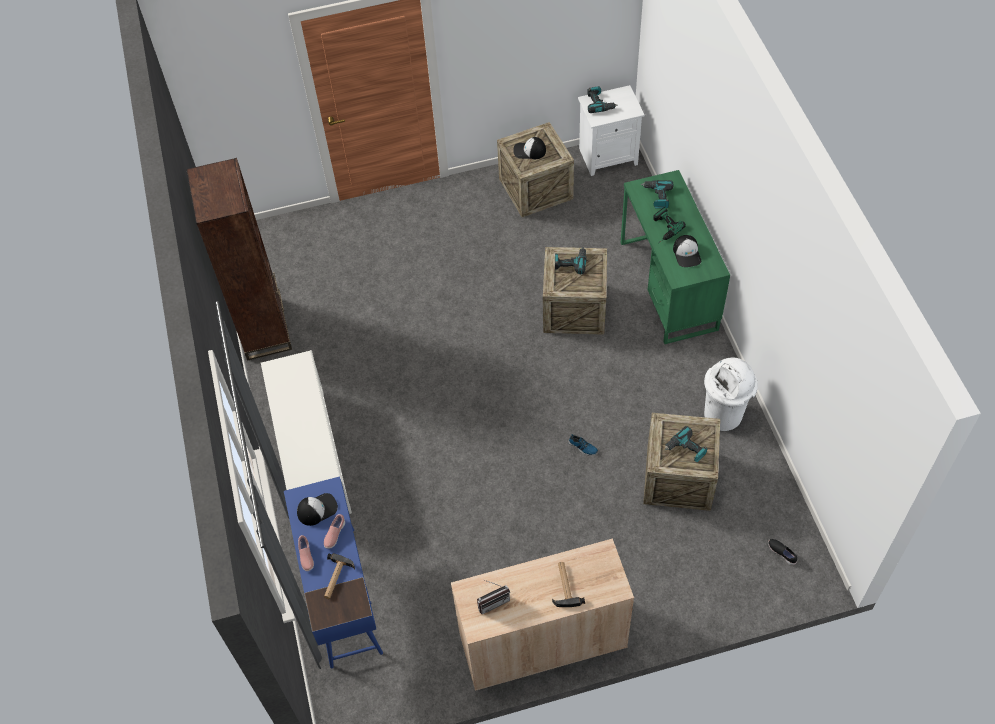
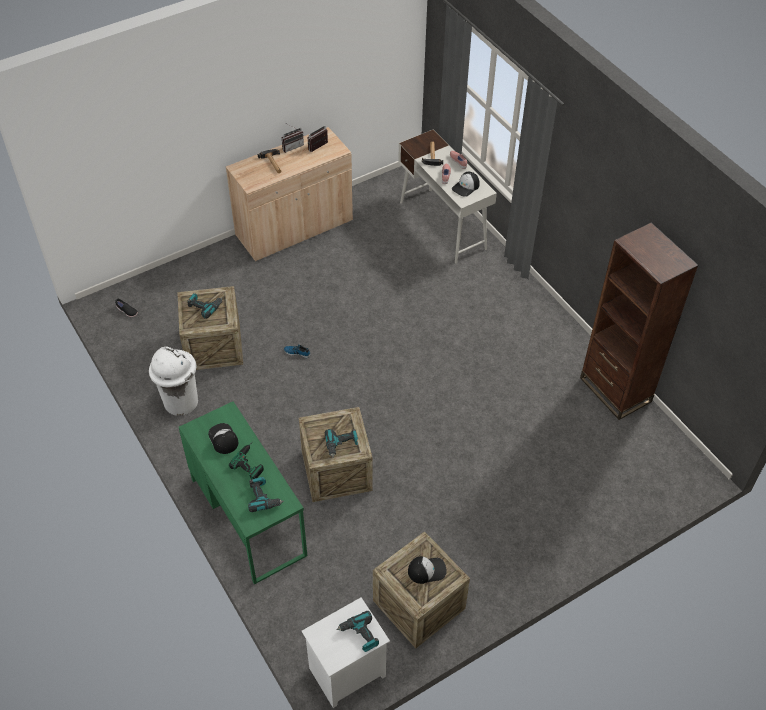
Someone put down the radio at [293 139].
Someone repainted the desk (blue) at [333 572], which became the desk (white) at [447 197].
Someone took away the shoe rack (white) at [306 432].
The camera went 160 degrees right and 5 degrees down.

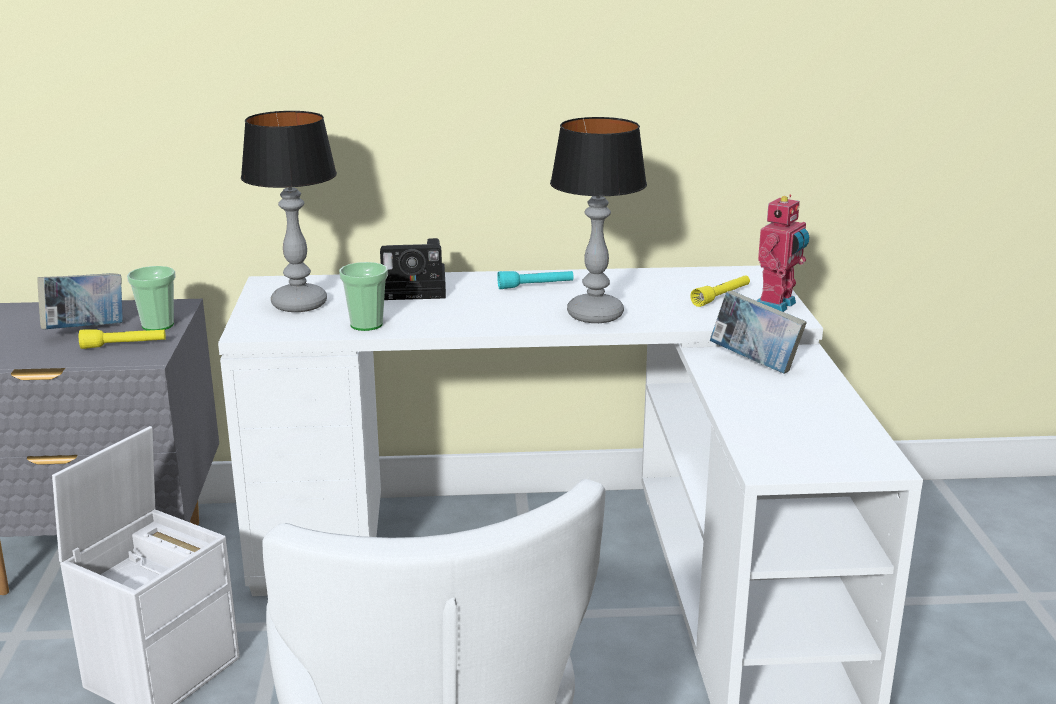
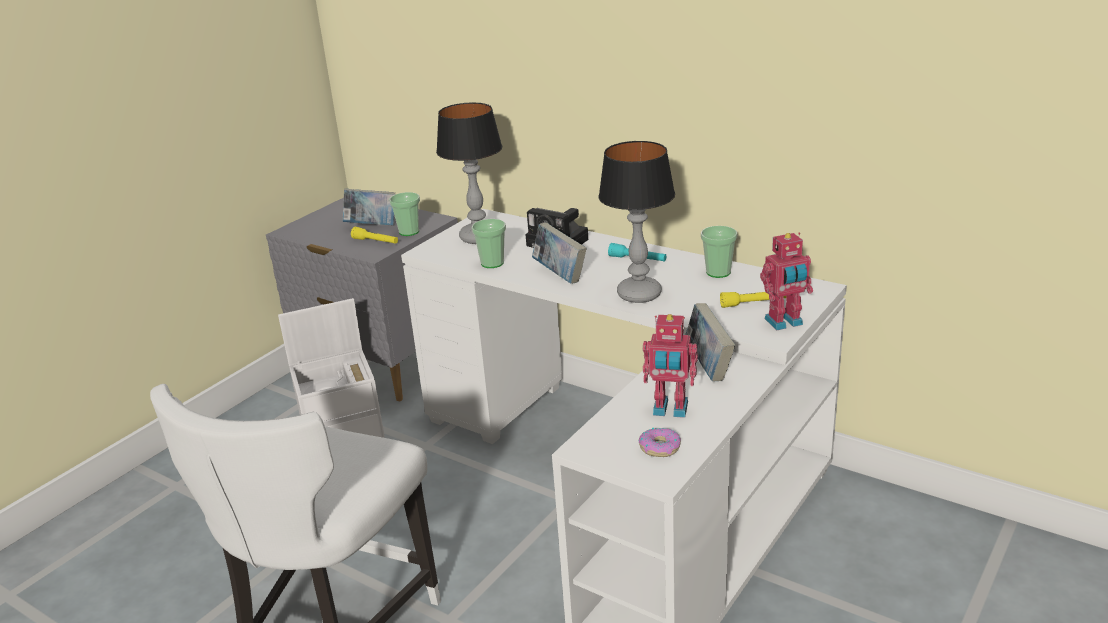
Someone put down the book at [559 253].
Someone put down the donut at [660 442].
Someone put down the toy robot at [670 366].
Someone put down the cup at [719 252].
The camera went 40 degrees right and 5 degrees up.

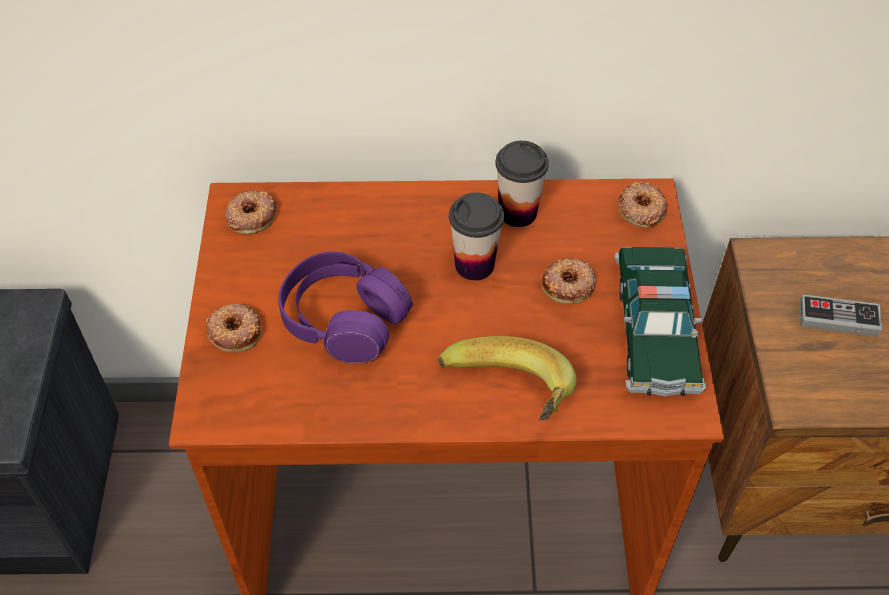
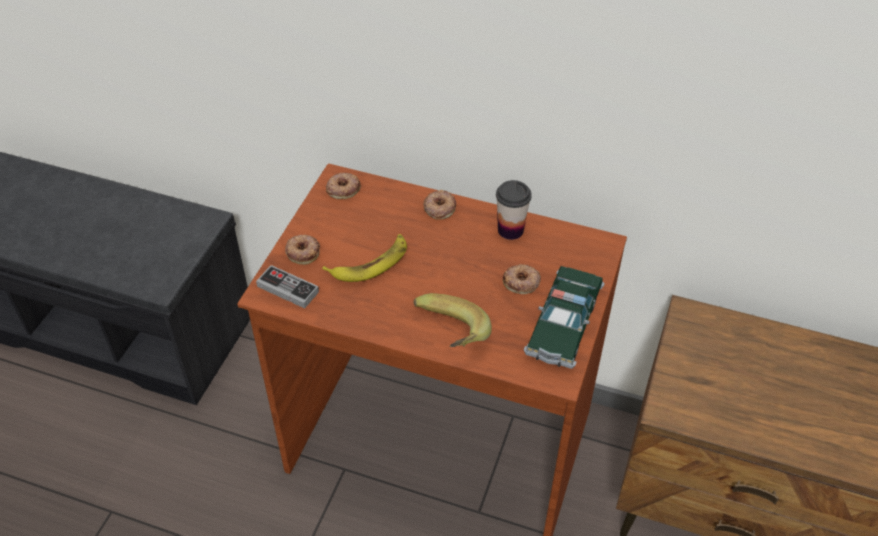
Someone carried the game controller from [841 315] to [287 287].
Someone swapped the headphones (purple) at [345 307] for the banana at [364 258].
Someone carried the donut from [642 205] to [439 205].
Someone took away the cup at [476 236].
The camera went 20 degrees right and 5 degrees down.

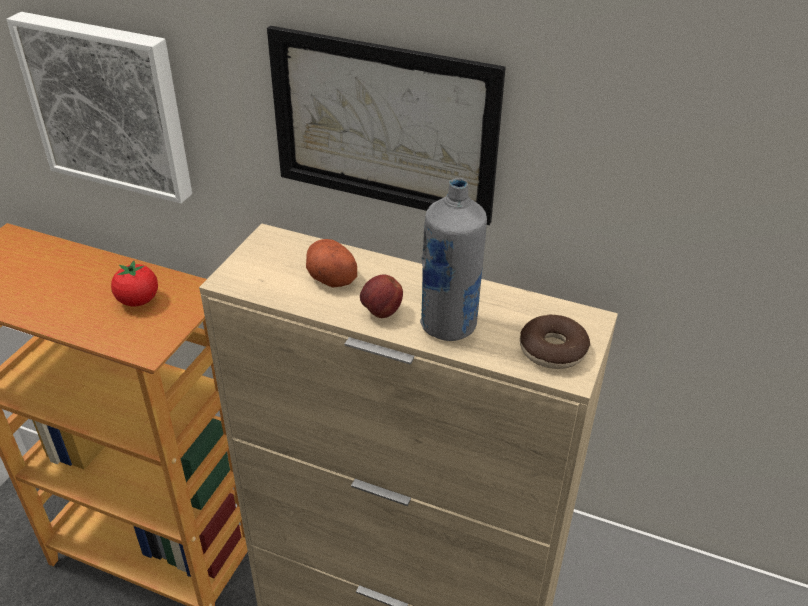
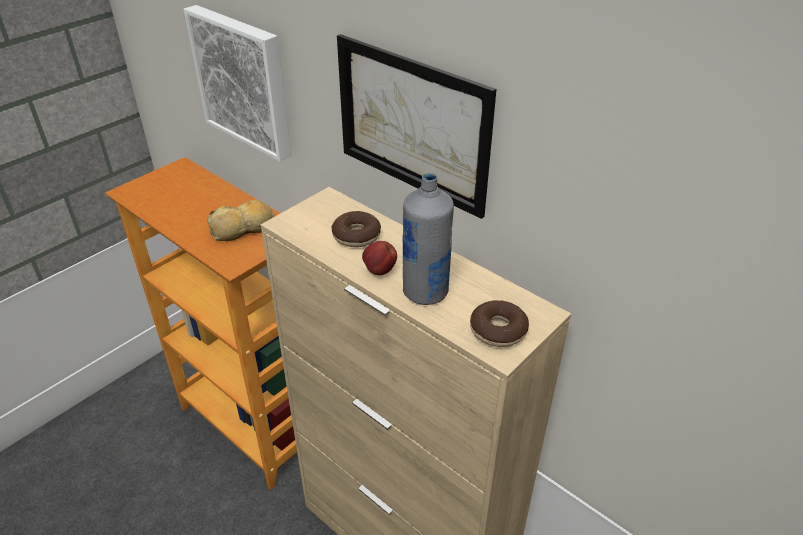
Someone swapped the tomato at [134 283] for the bread at [240 220].
Someone swapped the potato at [331 263] for the donut at [356 229].
The camera went 20 degrees right and 0 degrees up.

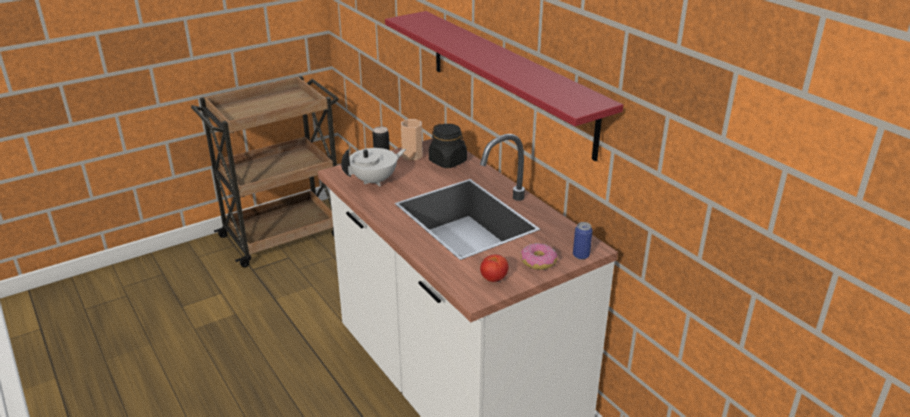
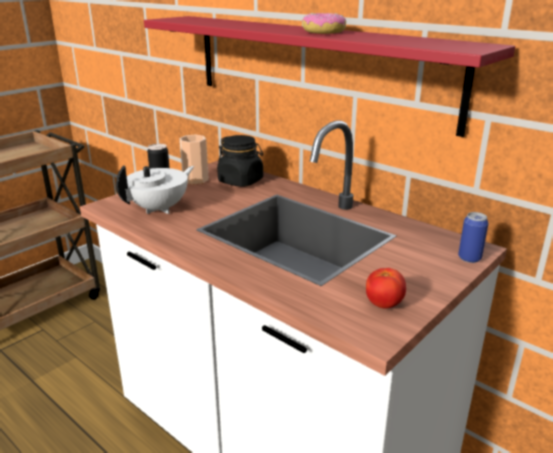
Someone carried the donut from [539 256] to [324 23].
The camera went 15 degrees left and 5 degrees down.

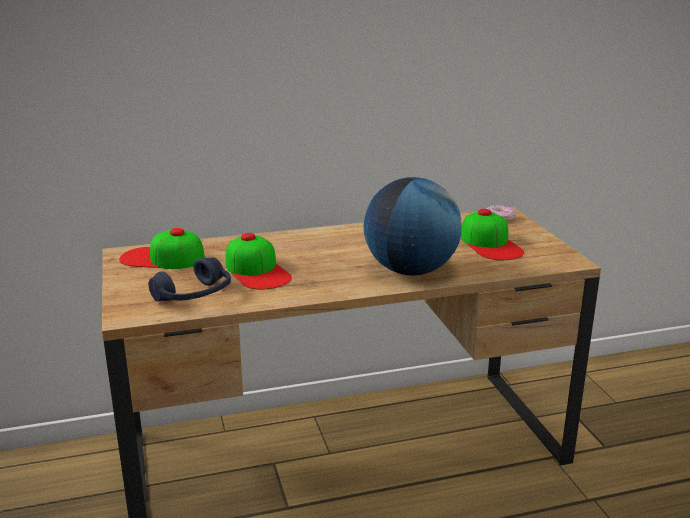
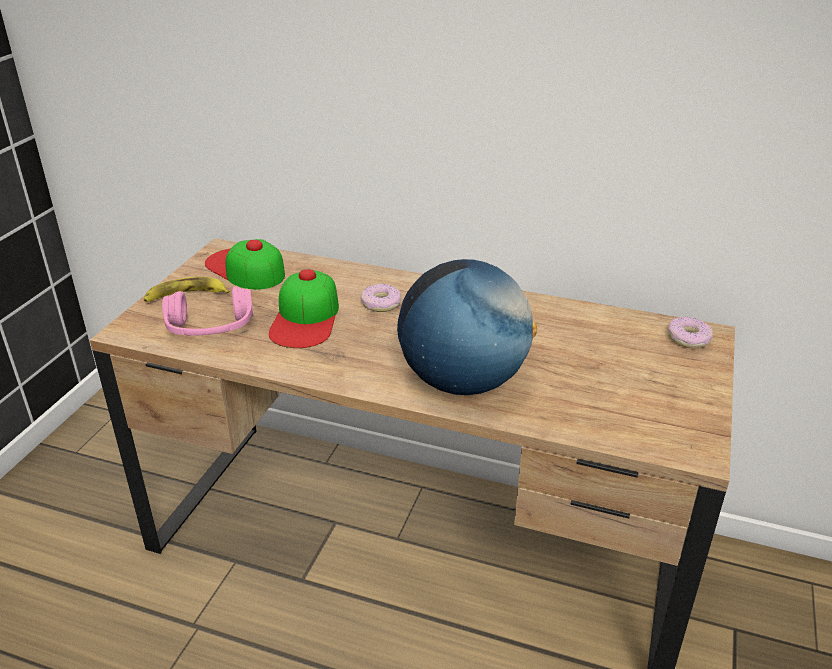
Someone put down the banana at [187 289].
Someone repainted the headphones (blue) at [189 279], which became the headphones (pink) at [208 311].
Someone put down the donut at [381 298].
Someone took away the cap at [492 234].
The camera went 35 degrees right and 10 degrees up.

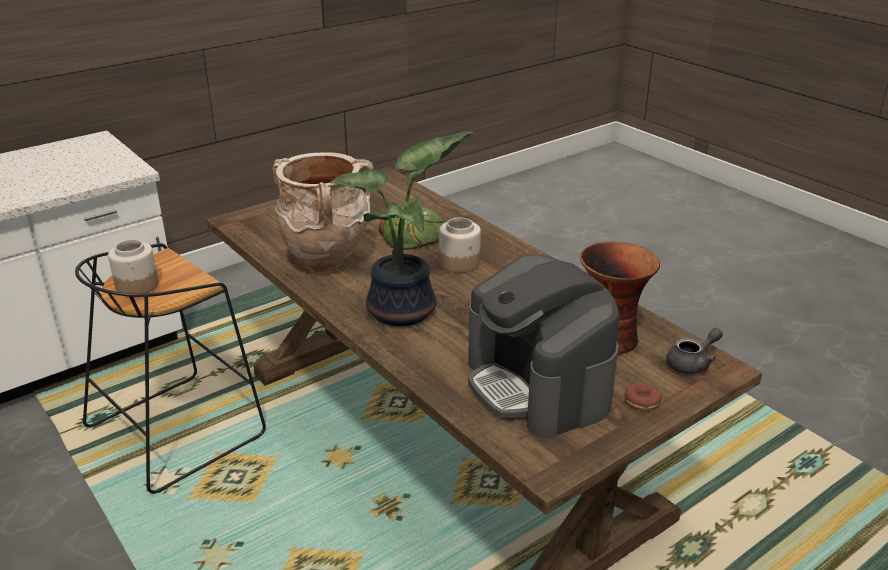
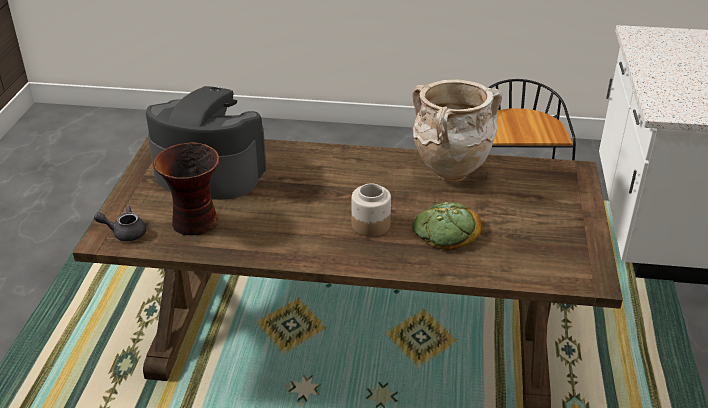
Someone rotated the teapot (grey) at [694 351] by 75 degrees clockwise.
Someone took away the jar at [133 266].
Someone took away the potted plant at [401 228].
Someone took away the donut at [643 396].
The camera went 135 degrees right and 5 degrees up.

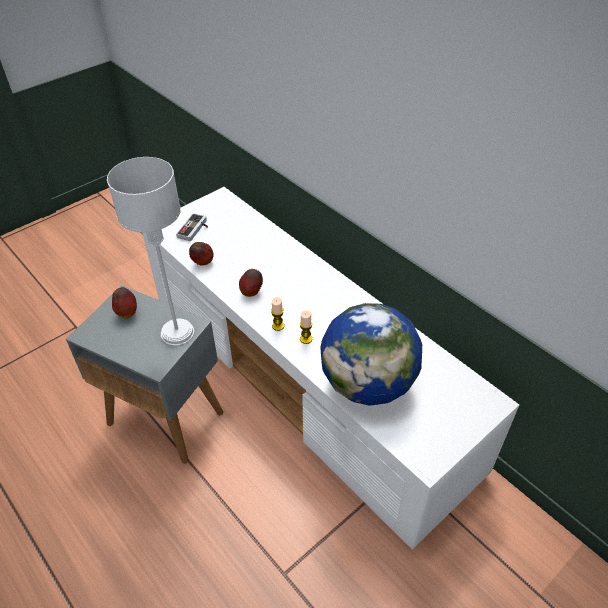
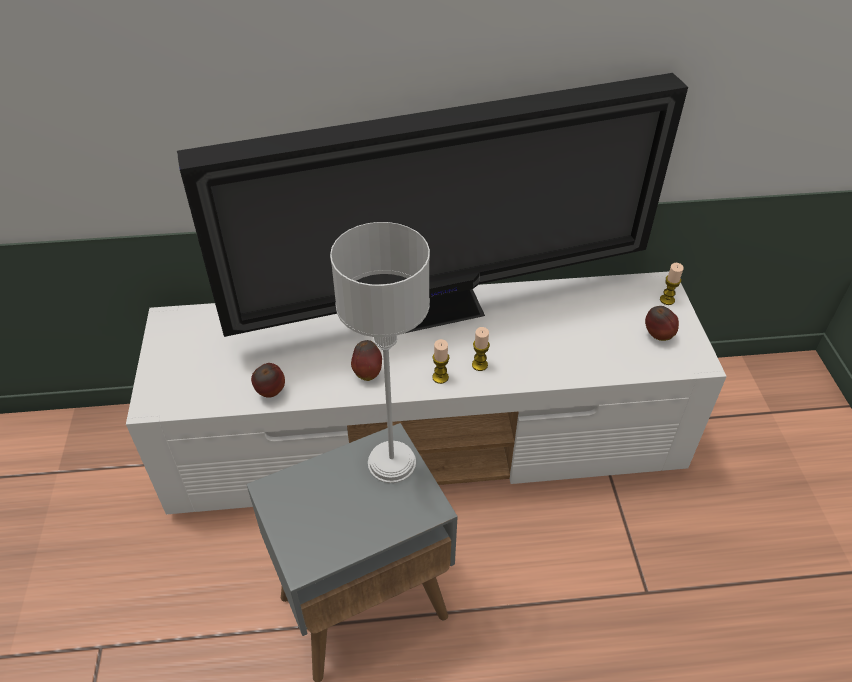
Someone put down the television at [432 205].
Someone carried the apple from [124 303] to [662 323].
Someone put down the candle at [672 284].
Someone took away the game controller at [192 227].
Someone took away the globe at [371 354].
The camera went 55 degrees left and 0 degrees up.

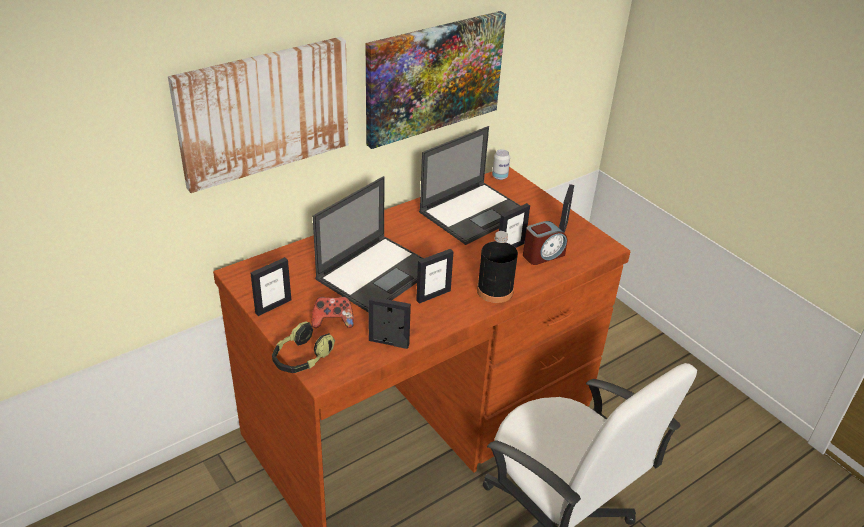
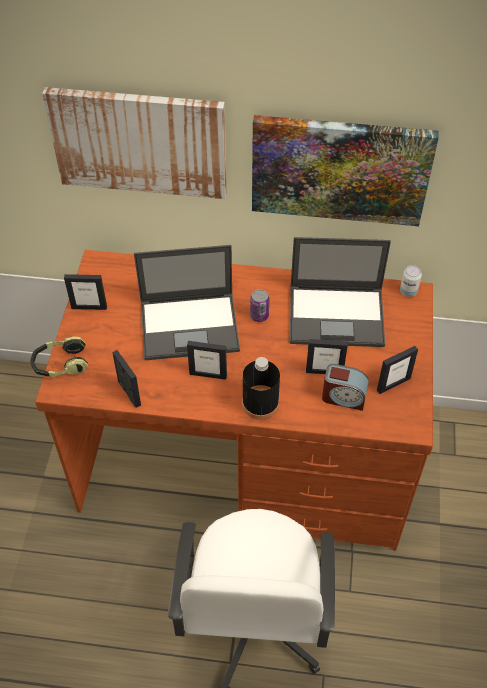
Someone put down the can at [259 305].
Someone took away the game controller at [333 312].
The camera went 45 degrees right and 15 degrees up.

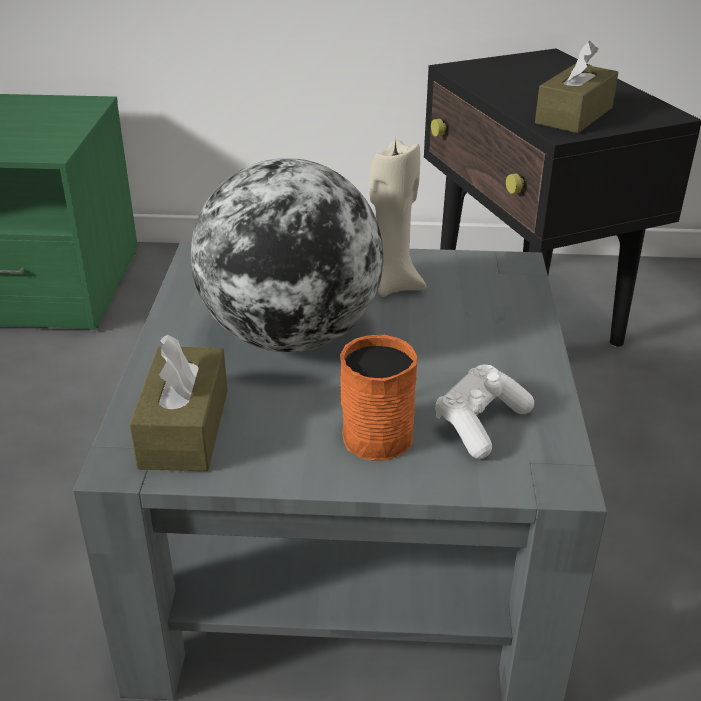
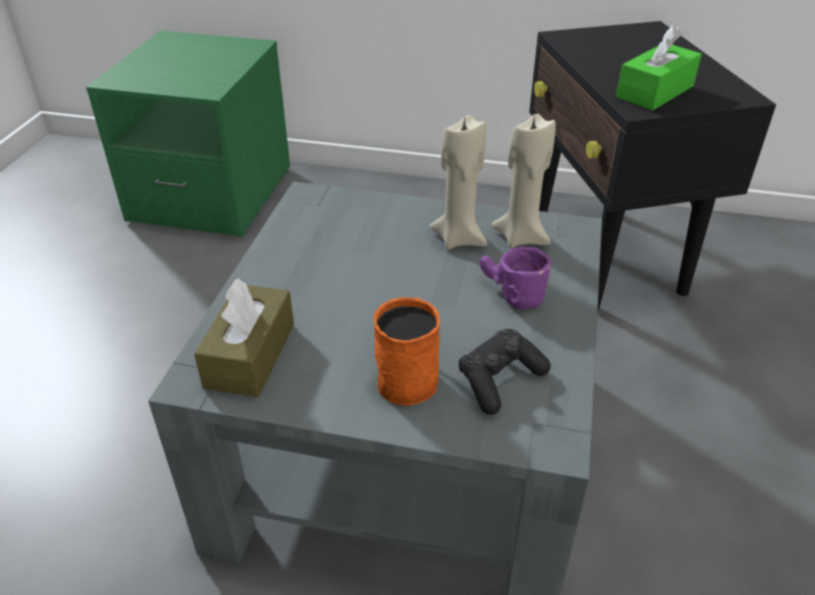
Someone repainted the game controller (white) at [484 412], which became the game controller (black) at [505 372].
Someone put down the mug (purple) at [516 278].
Someone put down the candle (beige) at [523 181].
Someone repainted the tissue box (brown) at [576 87], which became the tissue box (green) at [659 68].
Someone took away the globe at [287 255].
The camera went 10 degrees right and 5 degrees up.

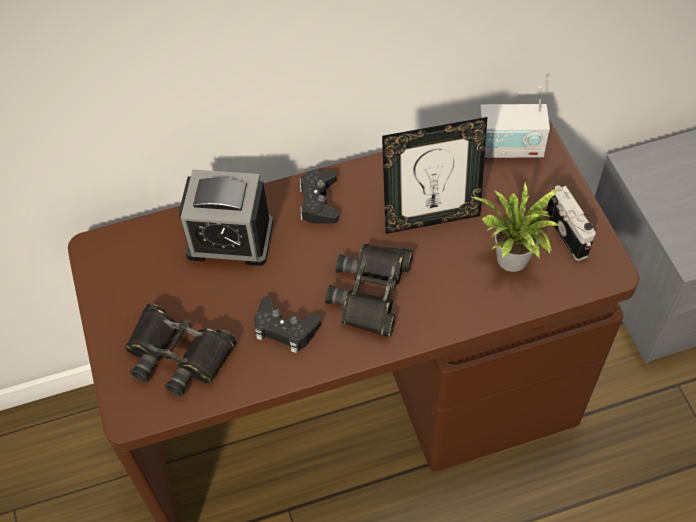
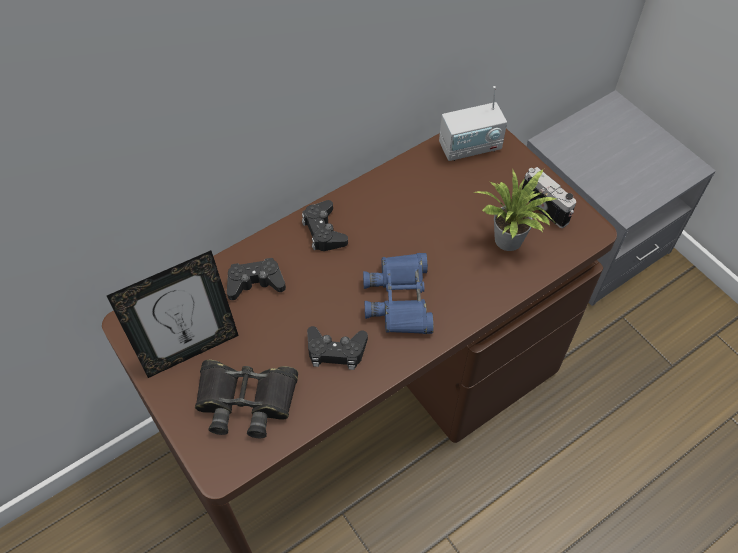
Someone carried the picture frame from [434 175] to [173 314].
Someone swapped the alarm clock at [226 217] for the game controller (black) at [256 279].
Someone repainted the binoculars (black) at [369 290], which became the binoculars (blue) at [398 293].
The camera went 20 degrees left and 0 degrees up.

